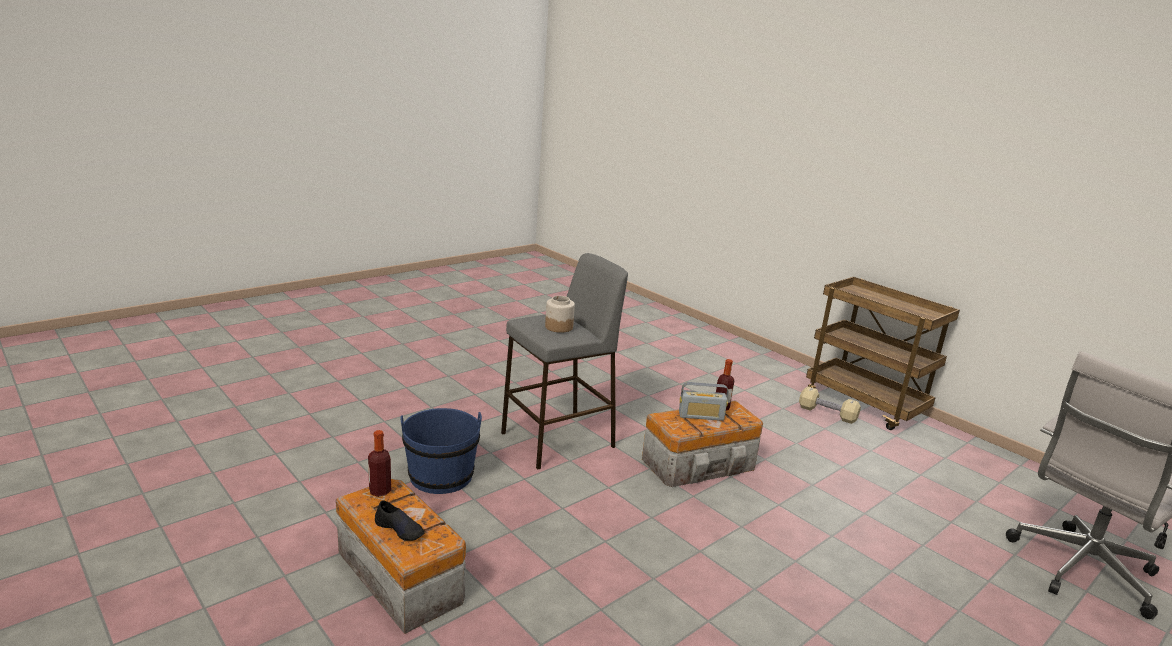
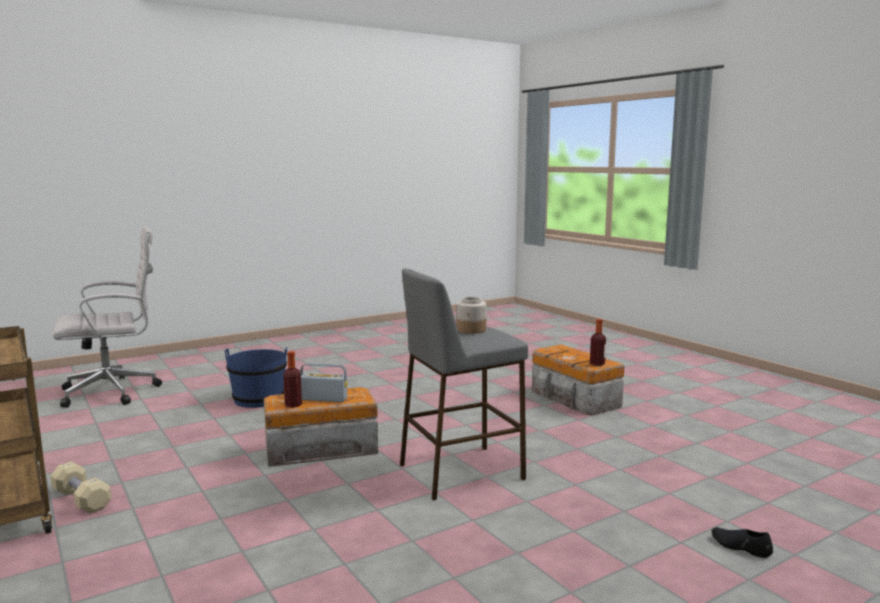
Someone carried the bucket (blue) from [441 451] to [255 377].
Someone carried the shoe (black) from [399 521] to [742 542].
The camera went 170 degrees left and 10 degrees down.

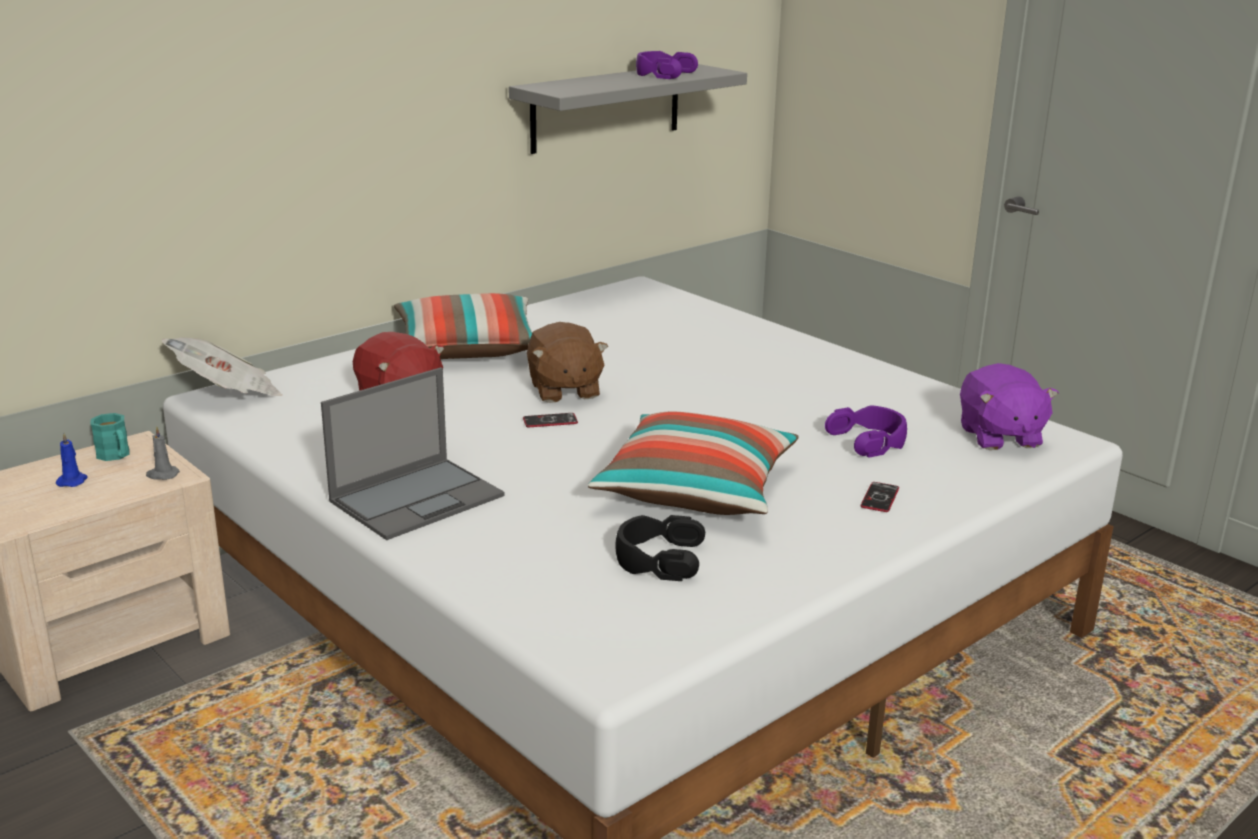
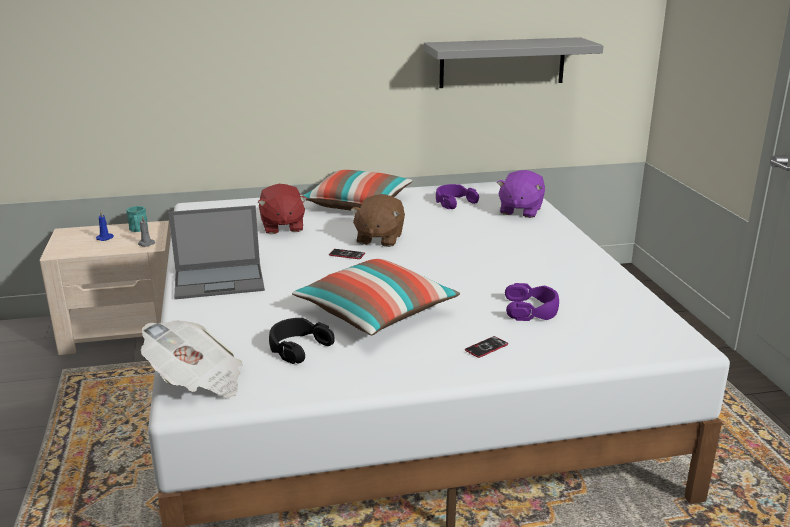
Someone carried the newspaper from [222 366] to [191 359].
Someone carried the headphones (purple) from [667 65] to [457 196].
Someone carried the plush toy (purple) from [1009 406] to [521 194].
The camera went 30 degrees right and 0 degrees up.

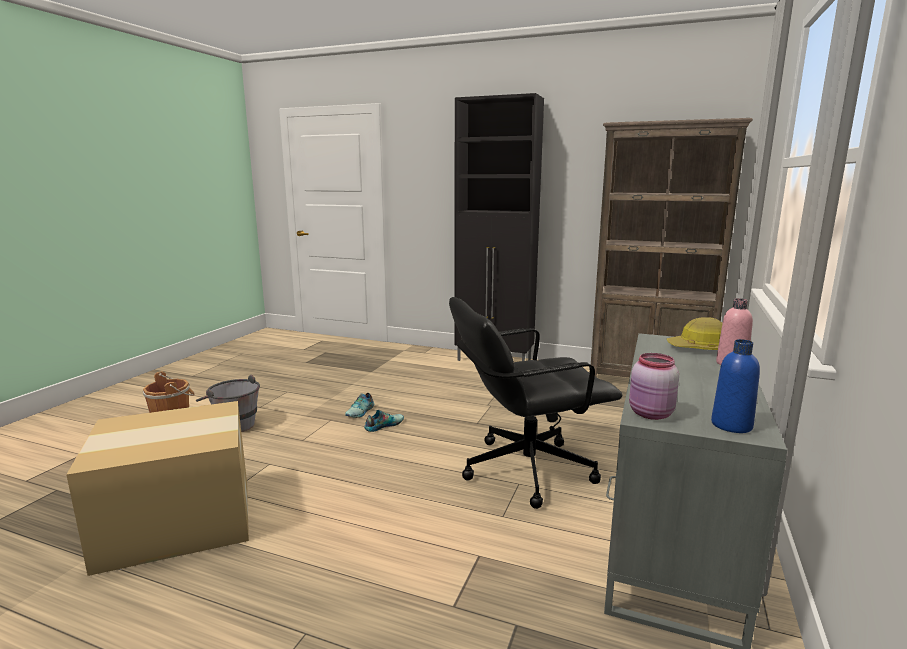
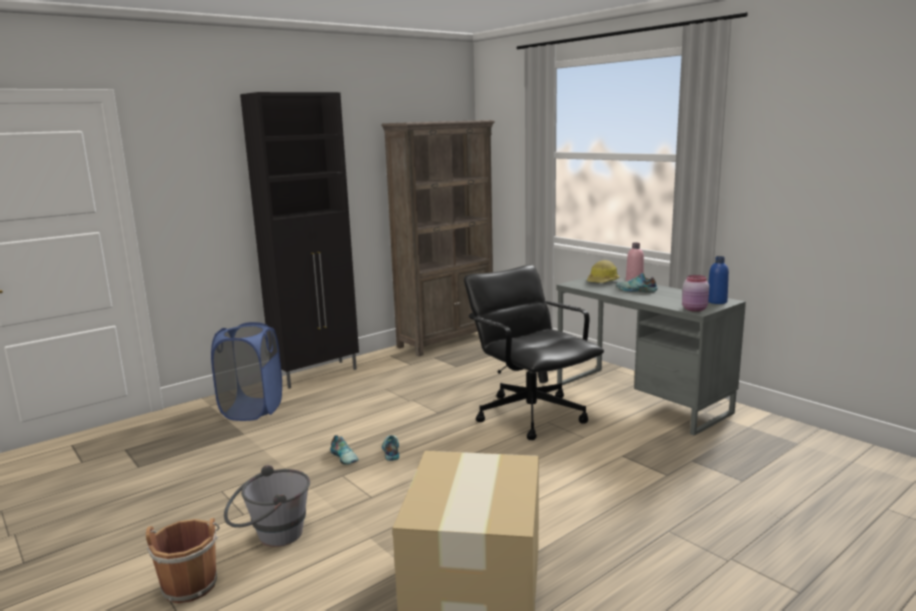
Someone put down the laundry basket (blue) at [246 371].
Someone rotated the office chair (black) at [536 403] by 135 degrees clockwise.
Someone put down the shoe at [636 282].
The camera went 60 degrees left and 0 degrees up.

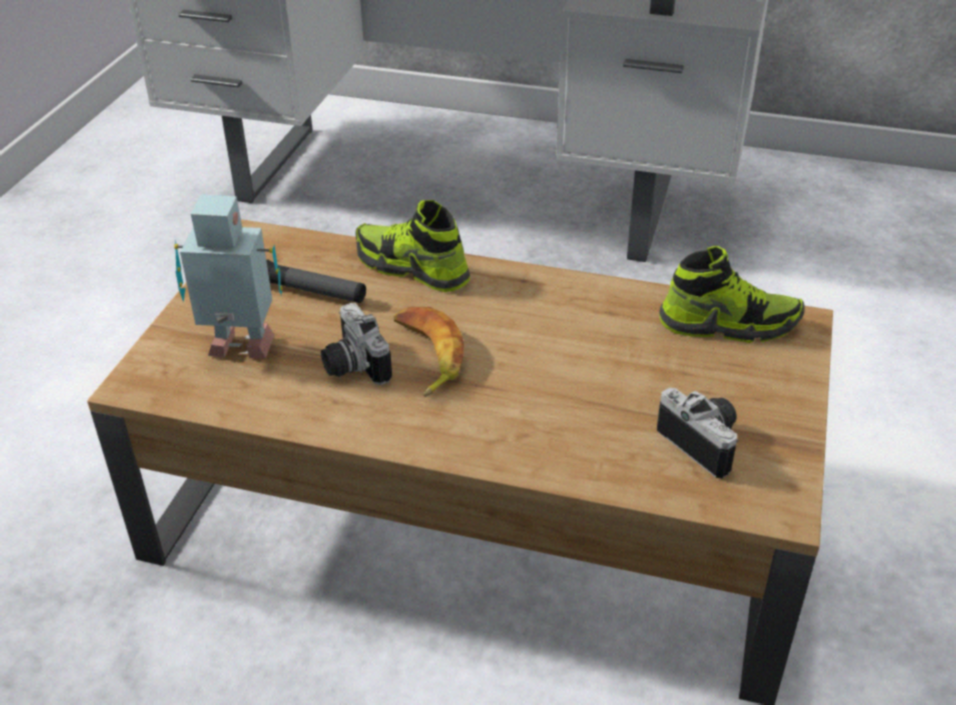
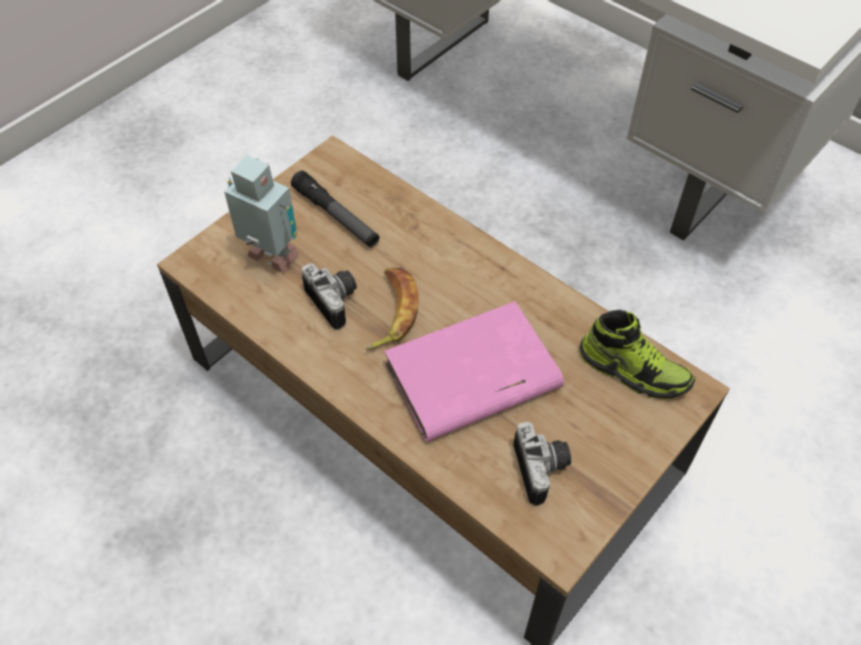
Someone rotated the photo camera at [356 344] by 150 degrees clockwise.
Someone put down the book (pink) at [474 371].
Someone took away the shoe at [413 246].
The camera went 25 degrees right and 15 degrees up.

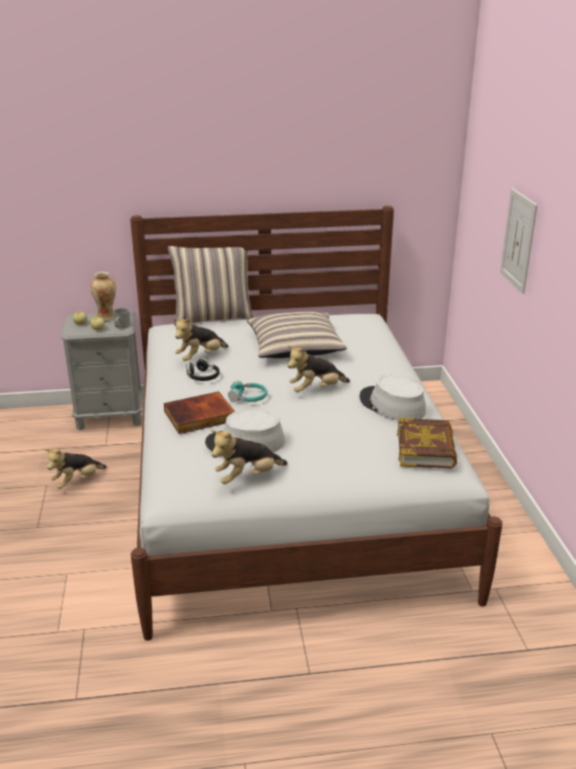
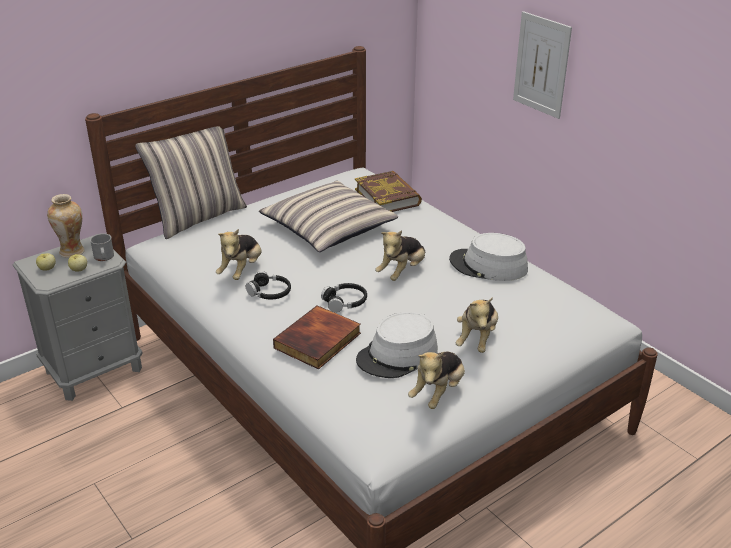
Someone repainted the headphones (turquoise) at [247 391], which became the headphones (black) at [344 297].
Someone carried the book from [427 443] to [388 191].
Someone carried the plush toy from [76 469] to [477 325].
The camera went 30 degrees left and 5 degrees up.

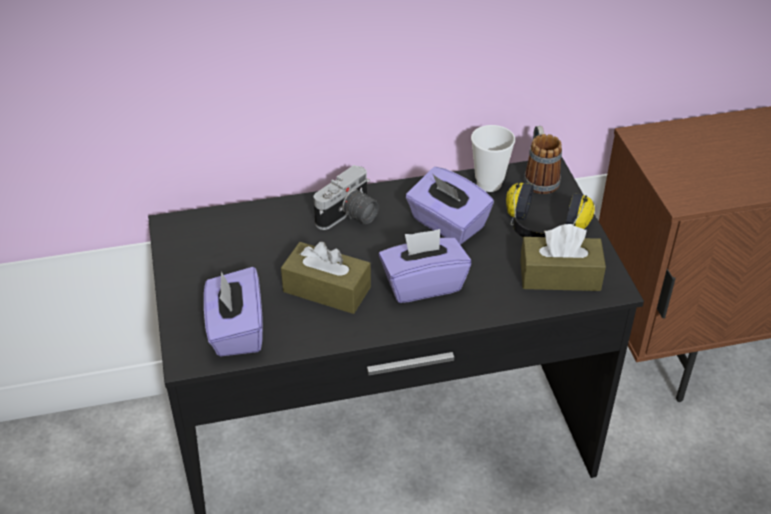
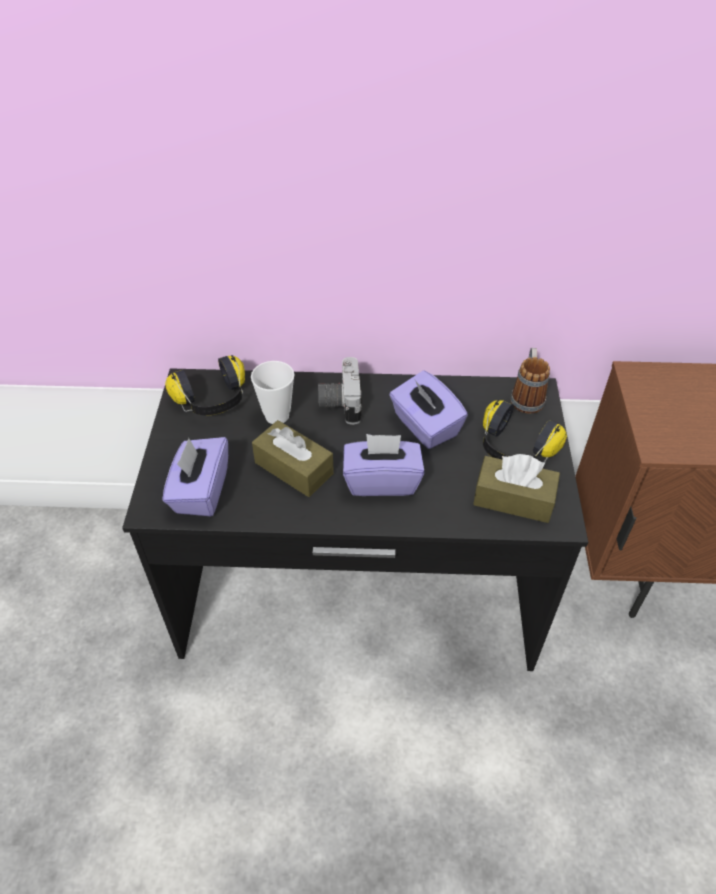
Someone put down the headphones at [205 385].
Someone carried the cup from [493 158] to [272 392].
Someone rotated the photo camera at [346 197] by 120 degrees clockwise.
The camera went 15 degrees right and 5 degrees up.

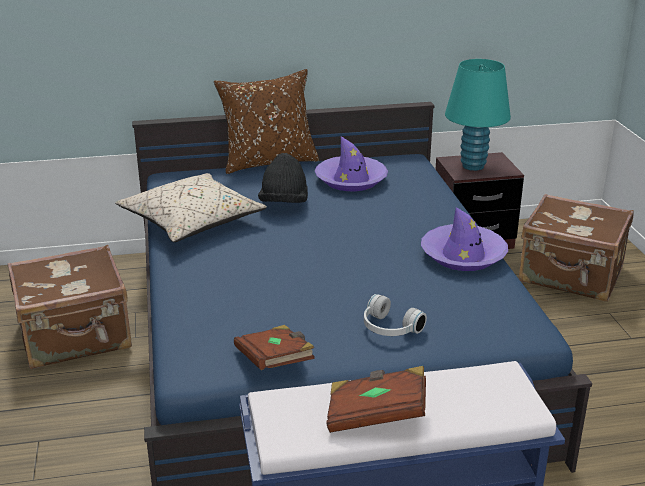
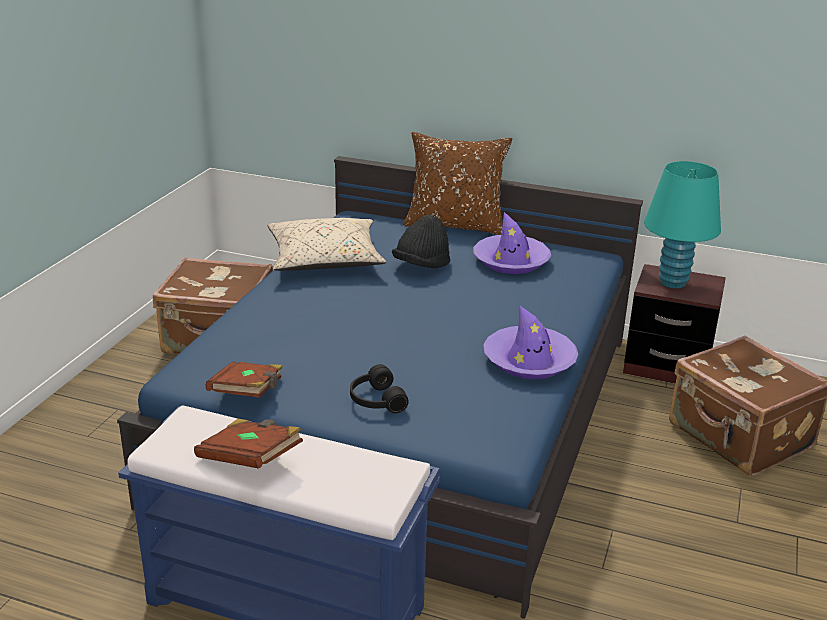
Someone repainted the headphones (white) at [395 315], which became the headphones (black) at [379 388].
The camera went 30 degrees right and 0 degrees up.

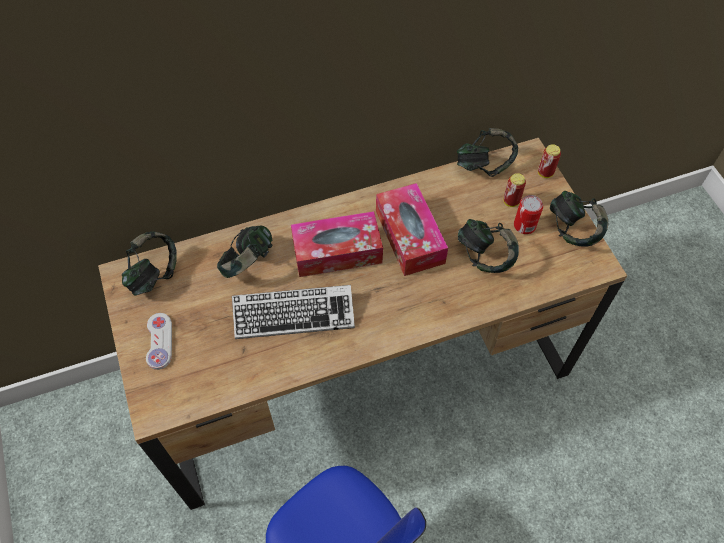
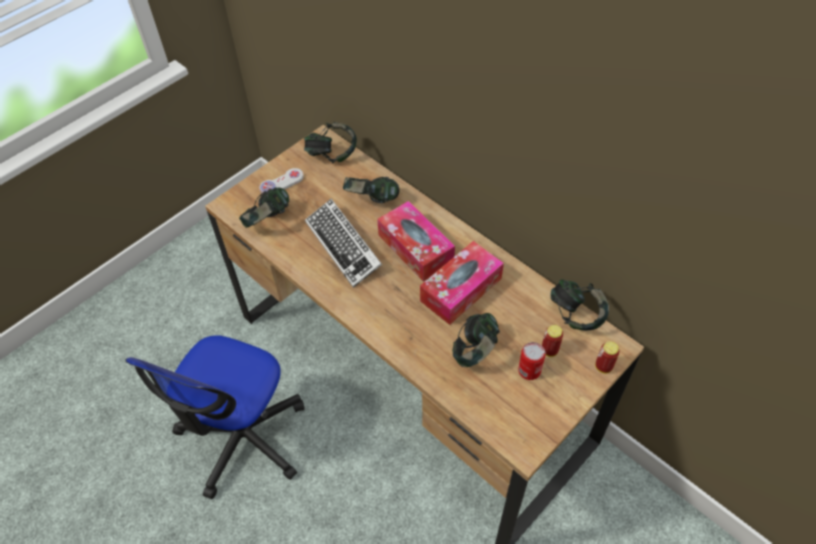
Someone carried the headphones from [579 219] to [264 207].
The camera went 65 degrees right and 5 degrees down.

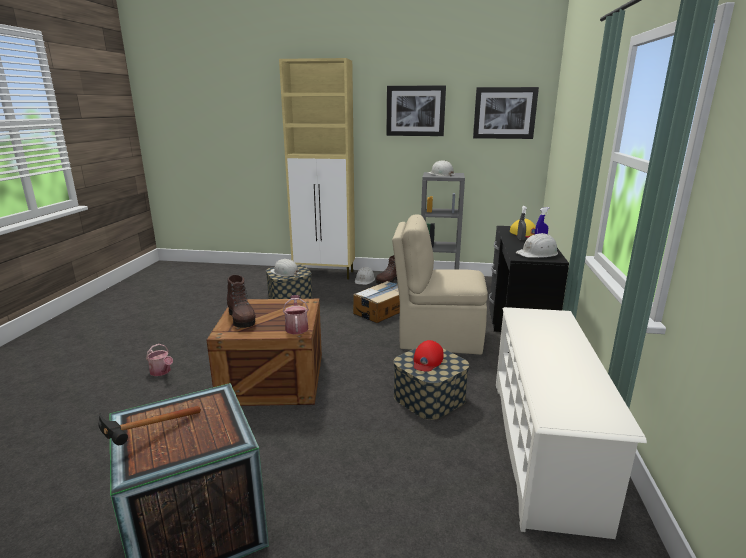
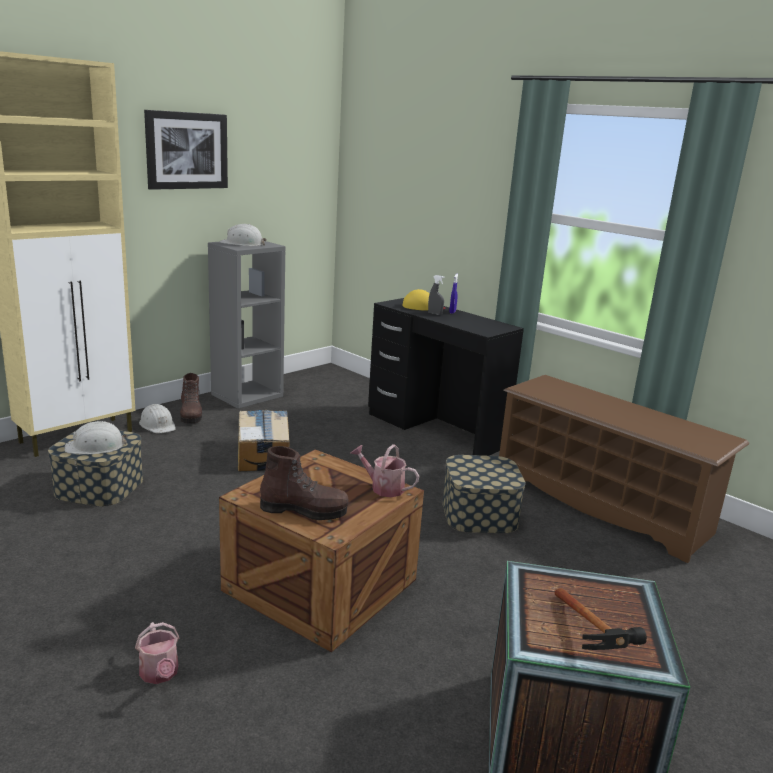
Someone rotated the watering can at [159 360] by 75 degrees clockwise.
Someone repainted the shoe rack (white) at [571 423], which became the shoe rack (brown) at [624 469].
Someone took away the chair (beige) at [440 284].
Someone took away the cap (red) at [429 356].
Someone took away the picture at [506 113].
Someone took away the hard hat (white) at [537 245].
The camera went 55 degrees left and 0 degrees up.

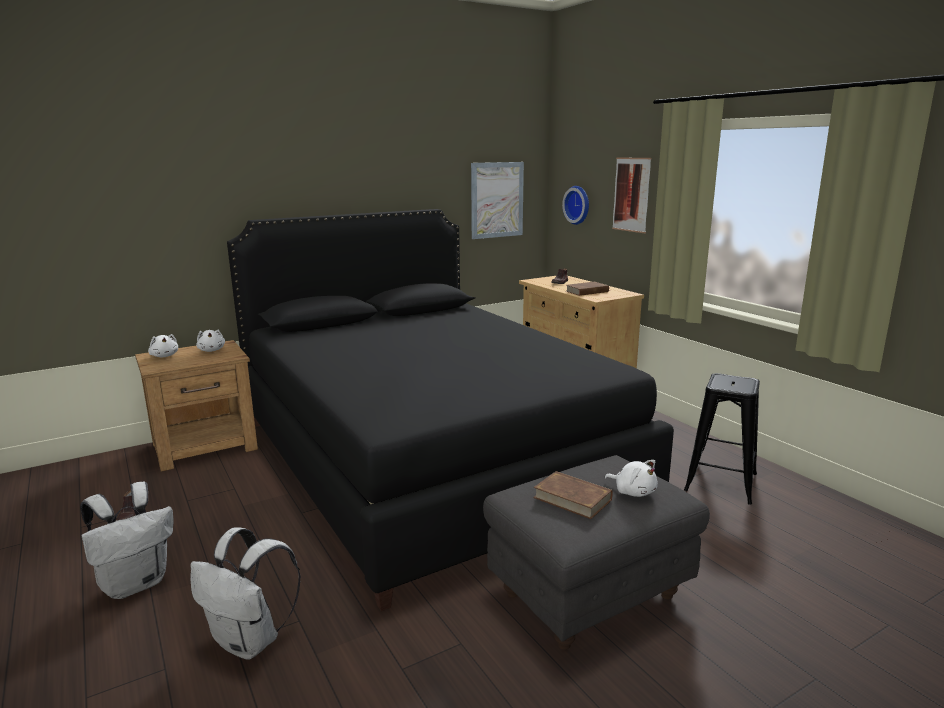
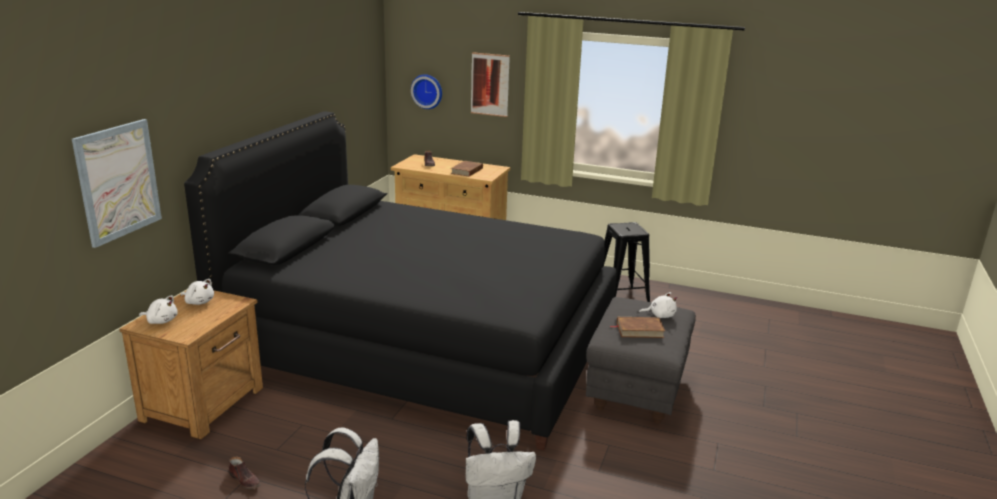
Someone carried the picture from [497 200] to [117 183].
The camera went 40 degrees left and 5 degrees up.

